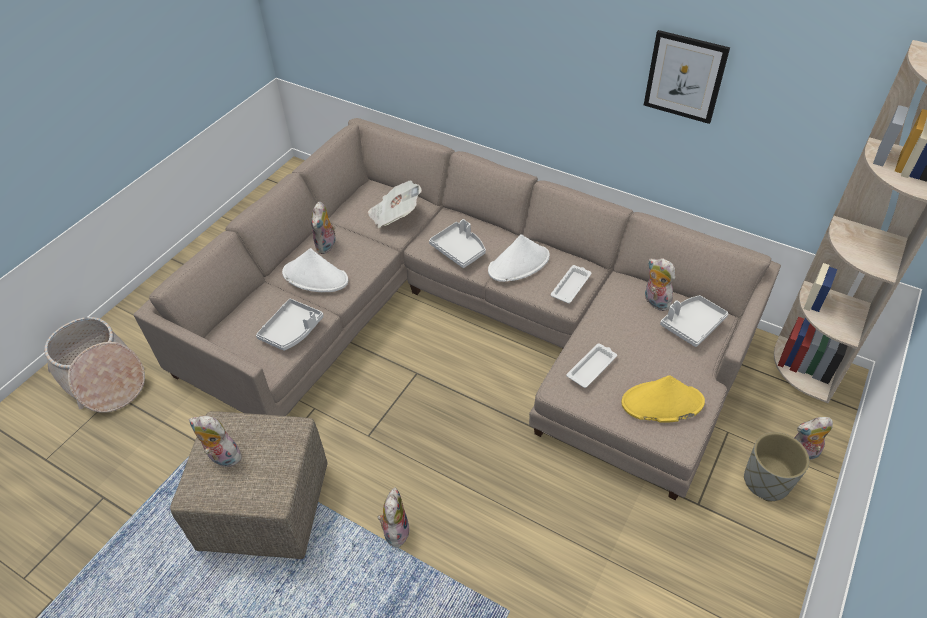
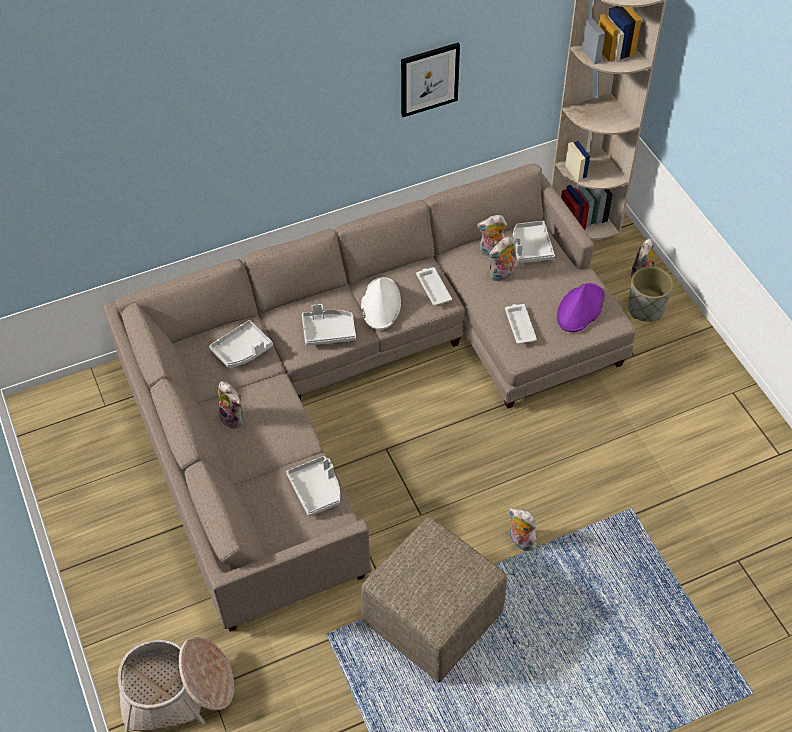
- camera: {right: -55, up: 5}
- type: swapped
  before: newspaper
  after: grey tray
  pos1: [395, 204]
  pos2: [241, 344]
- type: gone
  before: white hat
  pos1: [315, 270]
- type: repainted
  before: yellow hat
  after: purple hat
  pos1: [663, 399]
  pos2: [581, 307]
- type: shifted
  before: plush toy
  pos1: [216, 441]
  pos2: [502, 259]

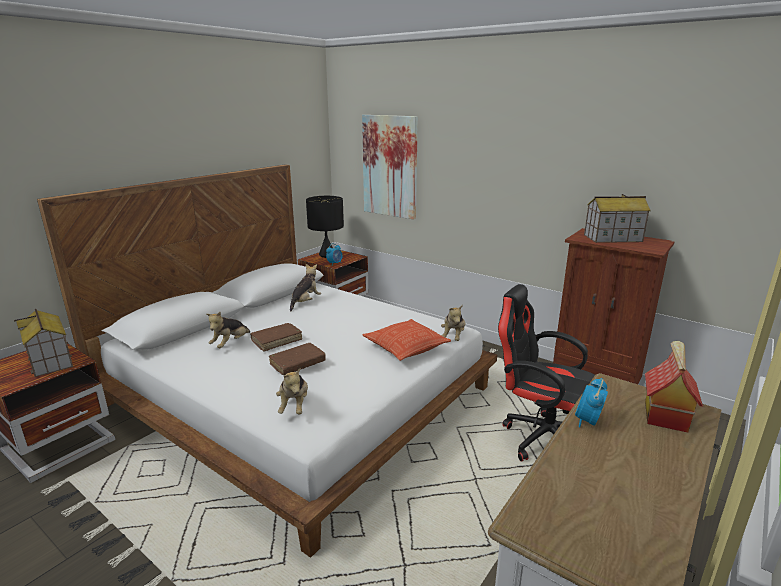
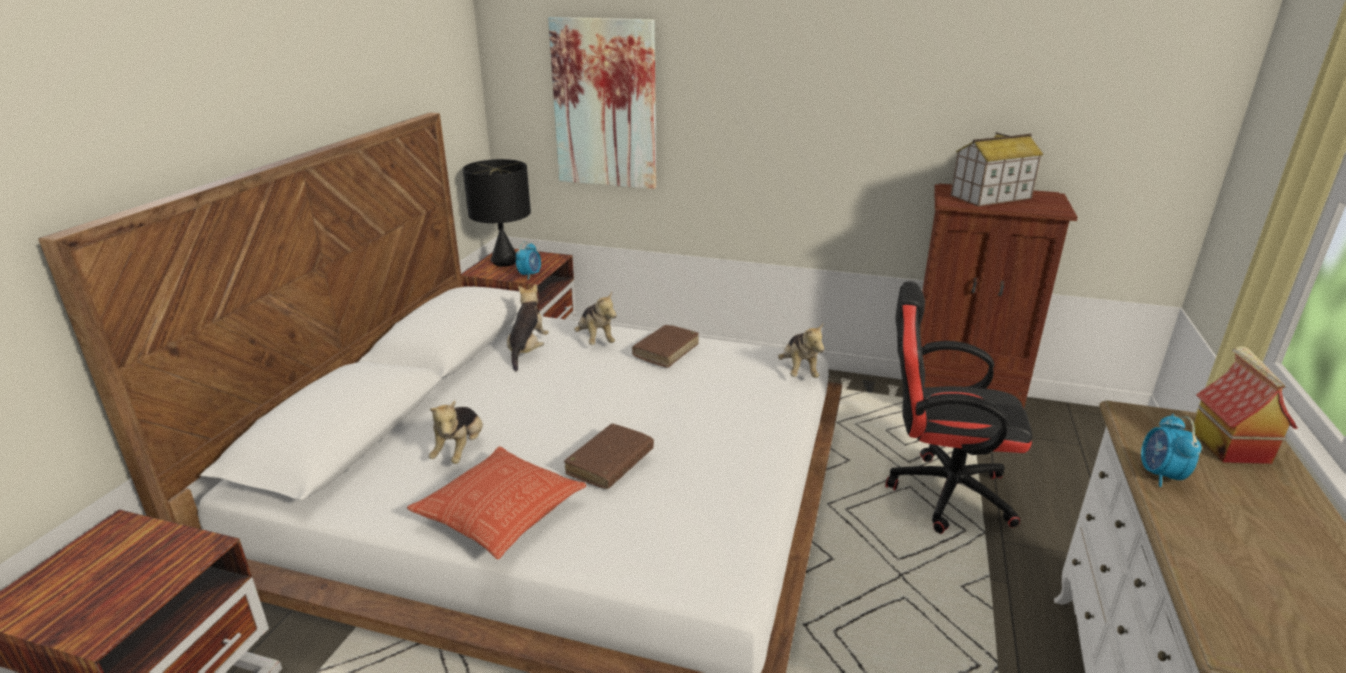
- camera: {right: -20, up: 5}
- type: gone
  before: toy house
  pos1: [43, 343]
- type: shifted
  before: orange pillow
  pos1: [406, 340]
  pos2: [496, 502]
- type: shifted
  before: brown book
  pos1: [276, 337]
  pos2: [665, 346]
- type: shifted
  before: plush toy
  pos1: [292, 391]
  pos2: [595, 318]

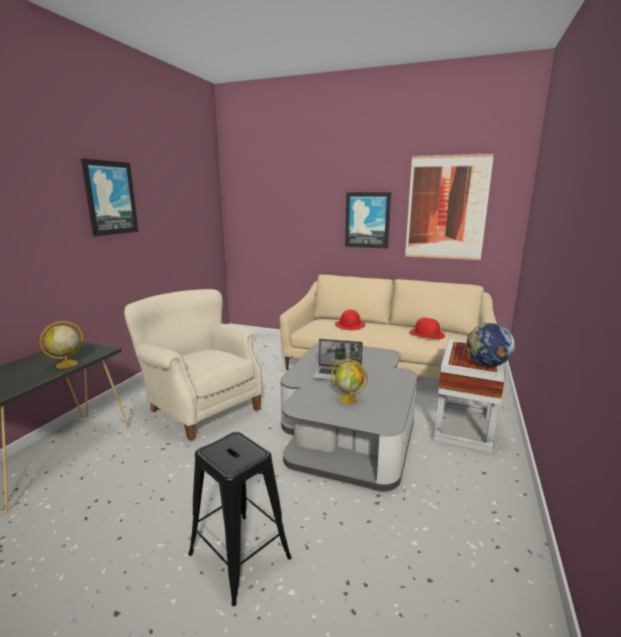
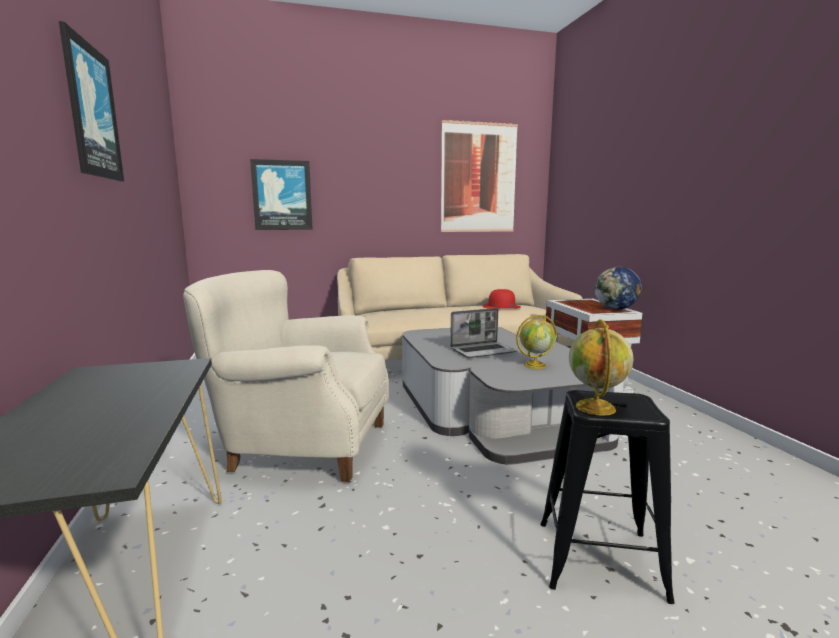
- camera: {right: -35, up: -5}
- type: shifted
  before: picture
  pos1: [368, 220]
  pos2: [281, 194]
- type: gone
  before: red hat
  pos1: [350, 320]
- type: shifted
  before: globe
  pos1: [61, 344]
  pos2: [601, 367]

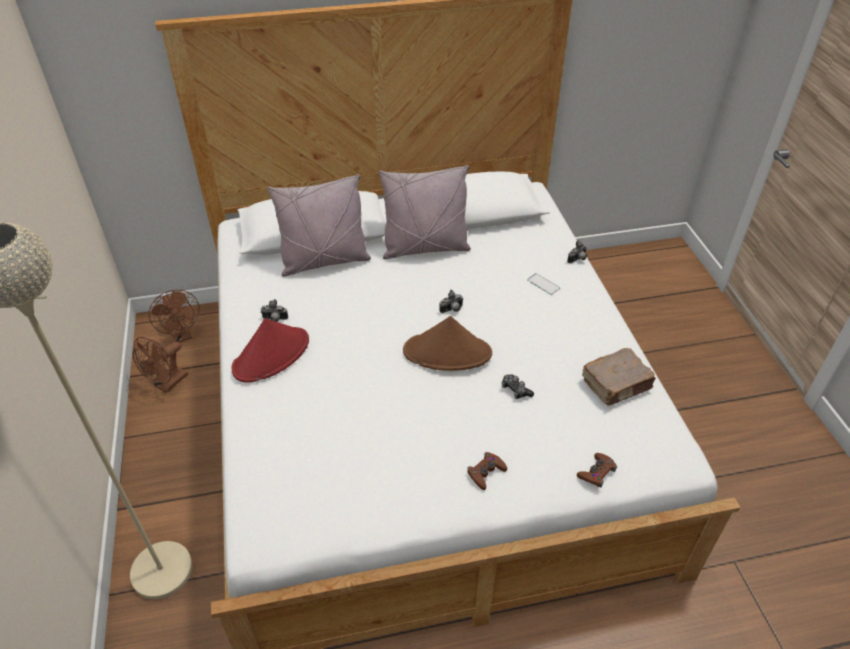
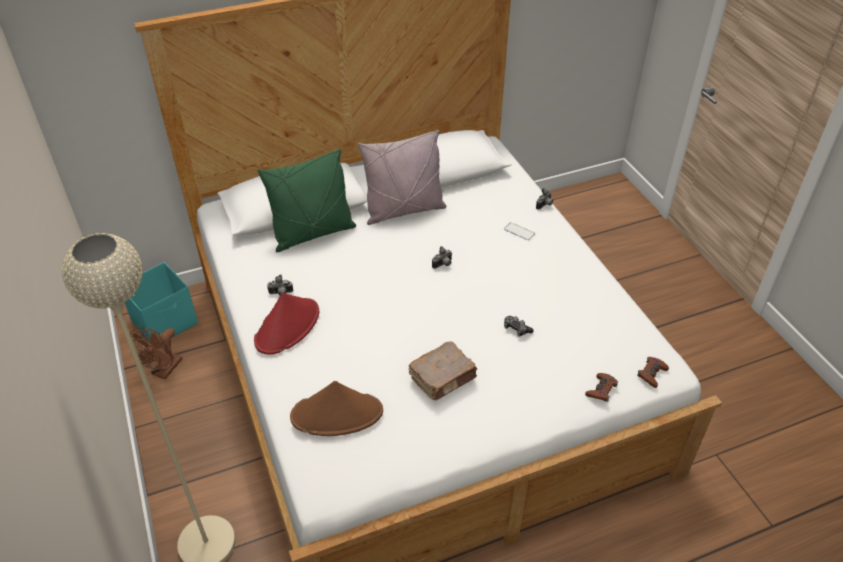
- camera: {right: -10, up: 0}
- type: repainted
  before: purple pillow
  after: green pillow
  pos1: [319, 225]
  pos2: [307, 200]
- type: swapped
  before: brown fan
  after: turquoise storage box
  pos1: [174, 316]
  pos2: [161, 302]
- type: shifted
  before: brown hat
  pos1: [447, 343]
  pos2: [336, 408]
- type: shifted
  before: brown book
  pos1: [618, 376]
  pos2: [443, 371]
- type: shifted
  before: brown game controller
  pos1: [487, 471]
  pos2: [653, 372]

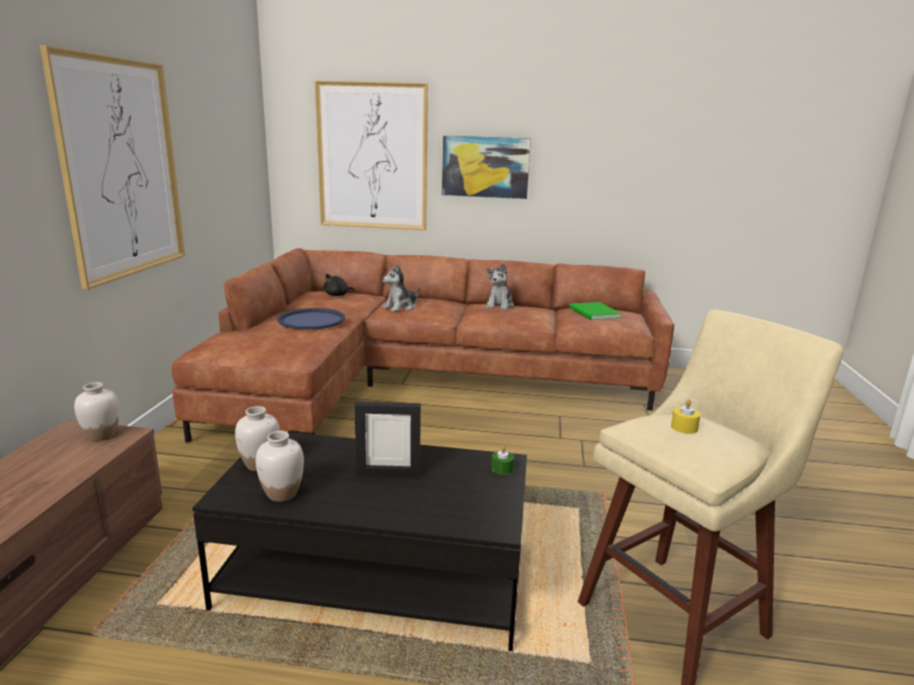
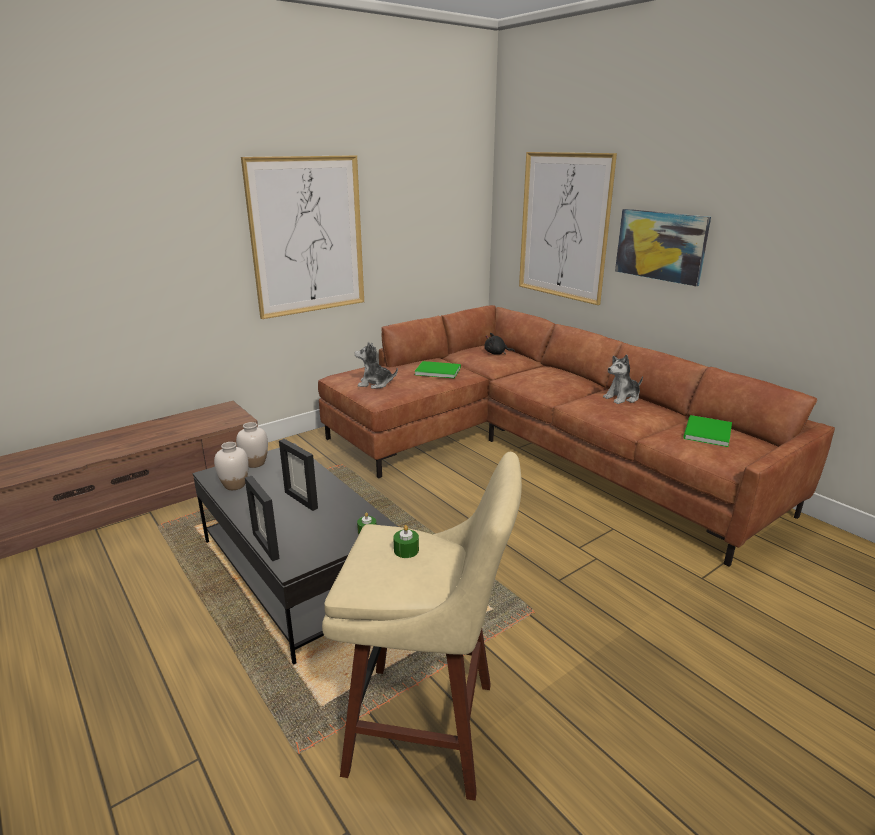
- camera: {right: 45, up: 5}
- type: shifted
  before: plush toy
  pos1: [401, 288]
  pos2: [376, 365]
- type: swapped
  before: blue tray
  after: green book
  pos1: [311, 319]
  pos2: [437, 369]
- type: gone
  before: white vase
  pos1: [96, 411]
- type: repainted
  before: yellow candle
  after: green candle
  pos1: [686, 416]
  pos2: [406, 541]
- type: new
  after: picture frame
  pos2: [262, 518]

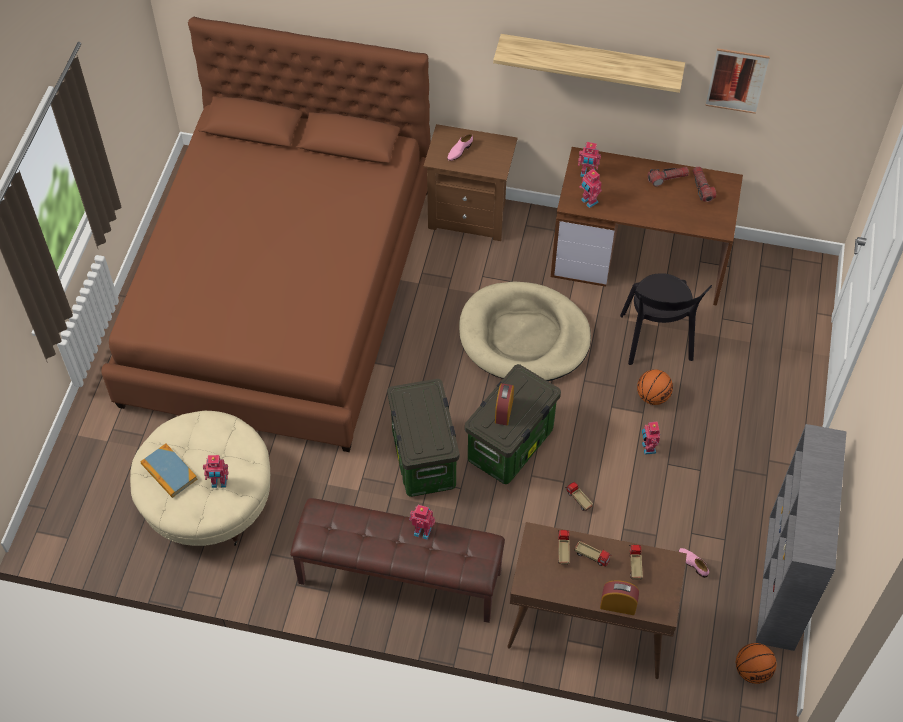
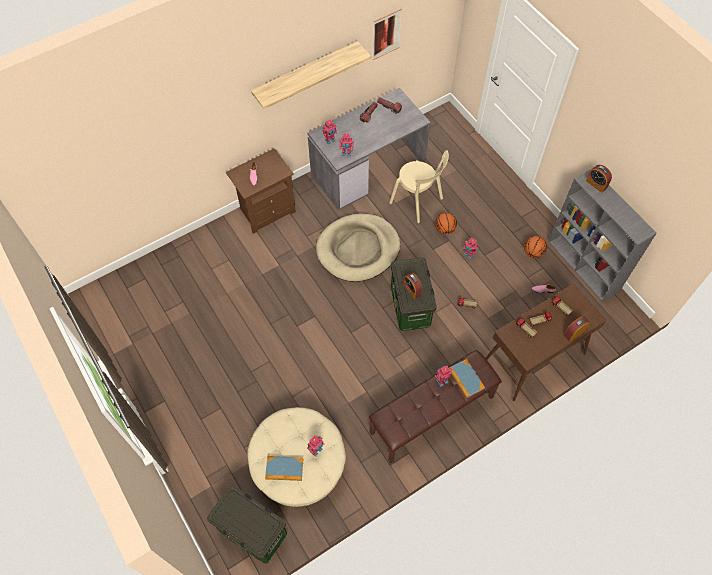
- camera: {right: -45, up: 5}
- type: gone
  before: brown bed
  pos1: [266, 234]
- type: repainted
  before: brown desk
  after: grey desk
  pos1: [647, 226]
  pos2: [369, 149]
- type: repainted
  before: black chair
  after: beige chair
  pos1: [666, 319]
  pos2: [419, 186]
- type: shifted
  before: storage box
  pos1: [423, 438]
  pos2: [247, 524]
- type: shifted
  before: basketball
  pos1: [756, 663]
  pos2: [535, 247]
- type: new
  after: alarm clock
  pos2: [599, 179]
- type: new
  after: book
  pos2: [467, 378]

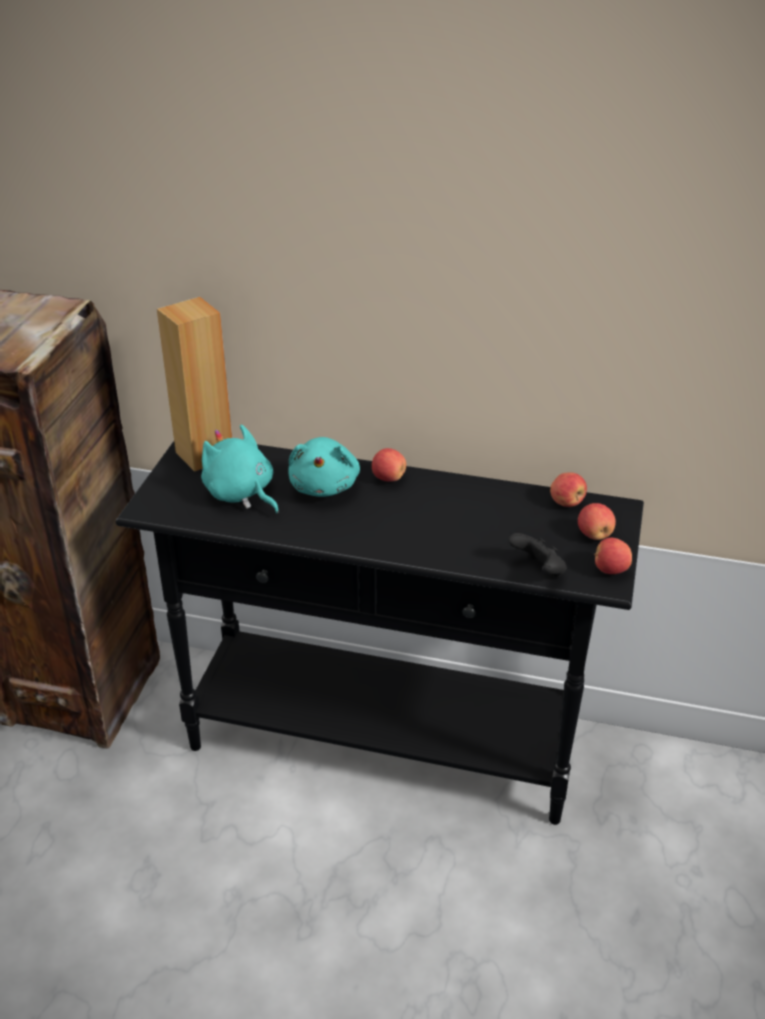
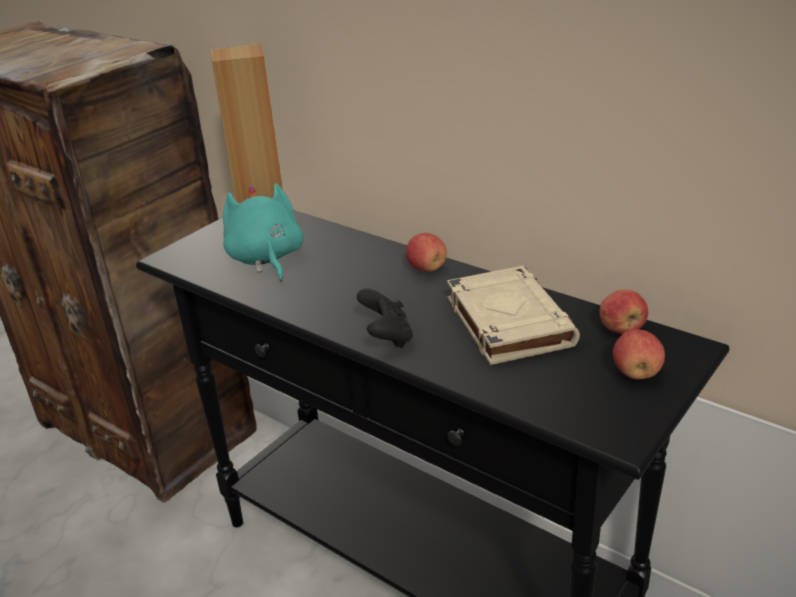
- camera: {right: 25, up: -5}
- type: gone
  before: turquoise plush toy
  pos1: [324, 467]
- type: shifted
  before: black game controller
  pos1: [537, 555]
  pos2: [385, 318]
- type: gone
  before: apple
  pos1: [613, 556]
- type: new
  after: beige book
  pos2: [513, 315]

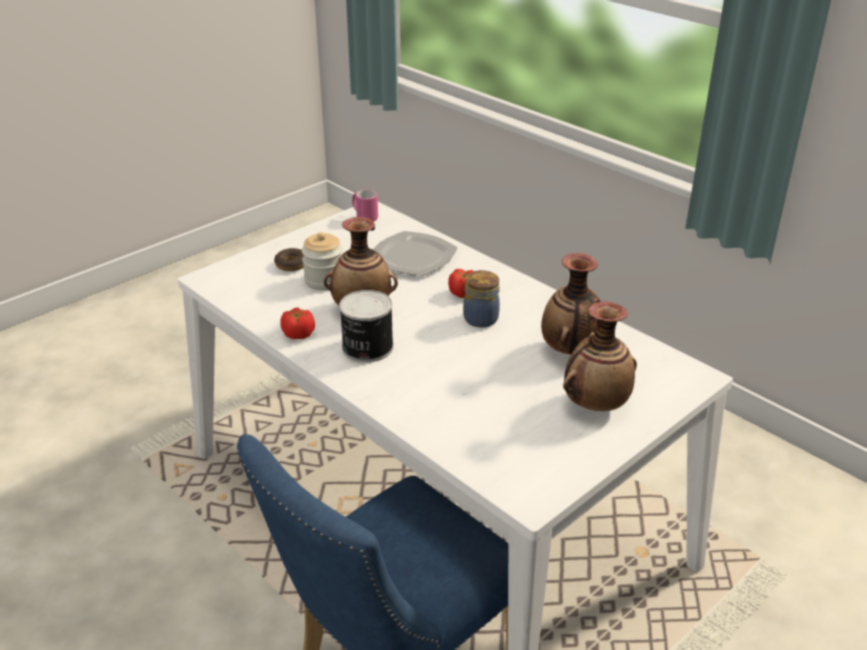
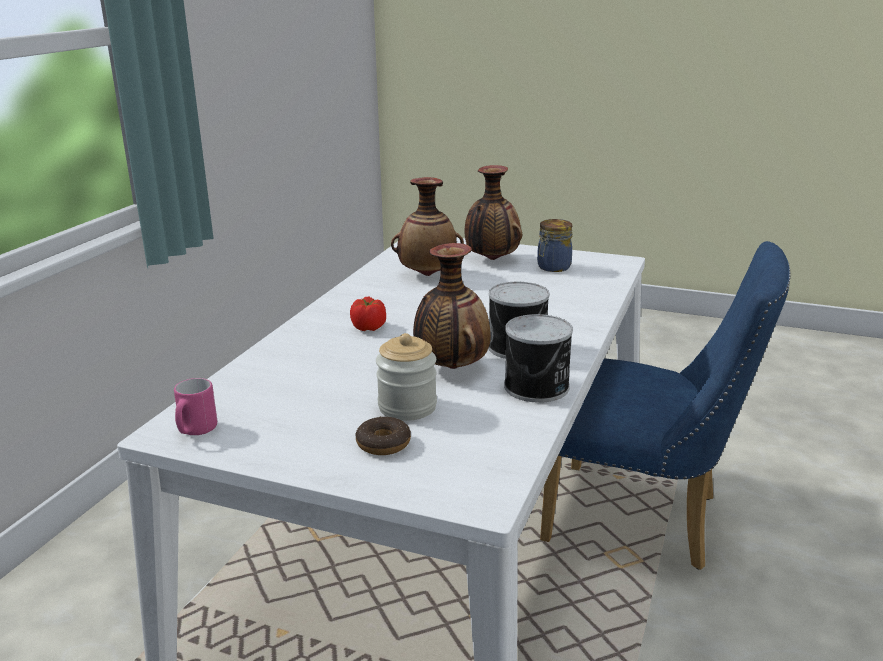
- camera: {right: -115, up: -10}
- type: gone
  before: plate
  pos1: [415, 253]
- type: shifted
  before: jar
  pos1: [481, 299]
  pos2: [554, 245]
- type: swapped
  before: tomato
  after: can
  pos1: [297, 323]
  pos2: [538, 358]

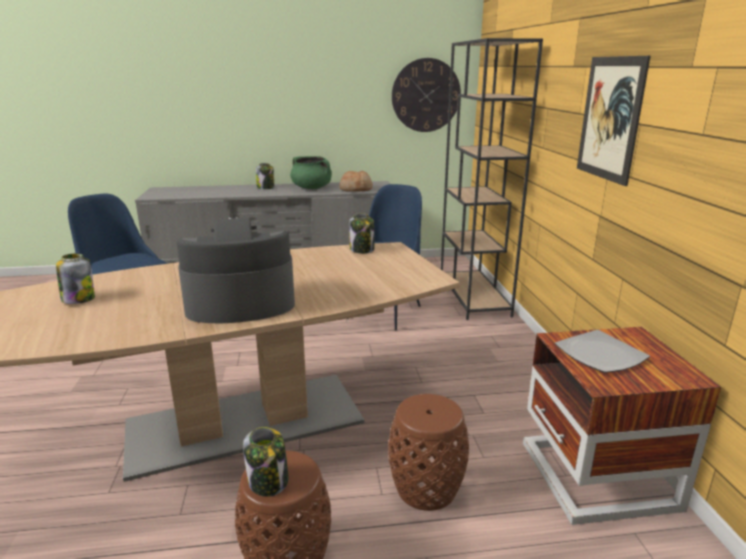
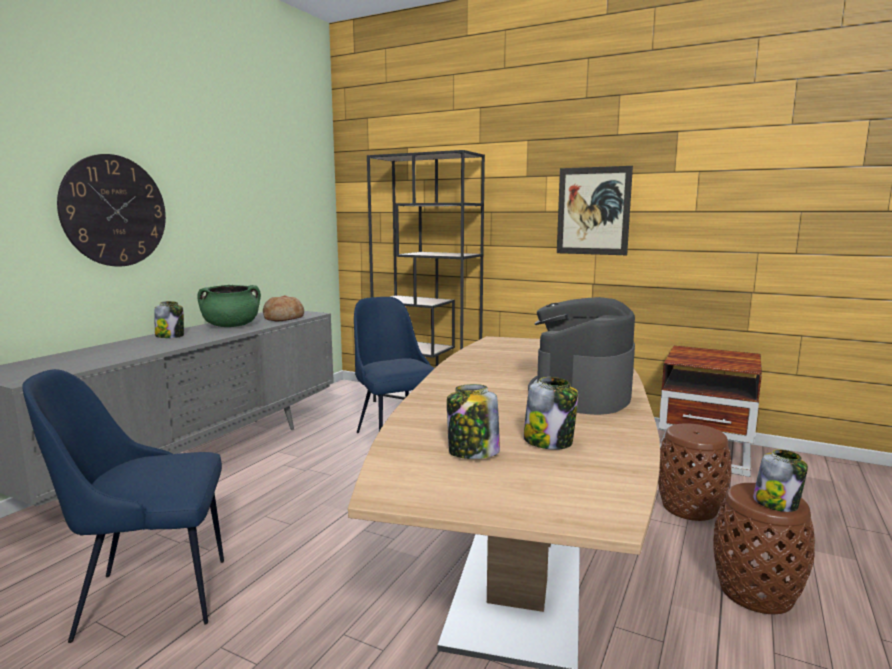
- camera: {right: -55, up: -10}
- type: shifted
  before: wall clock
  pos1: [426, 95]
  pos2: [111, 210]
- type: shifted
  before: jar
  pos1: [362, 233]
  pos2: [550, 413]
- type: gone
  before: plate
  pos1: [602, 351]

